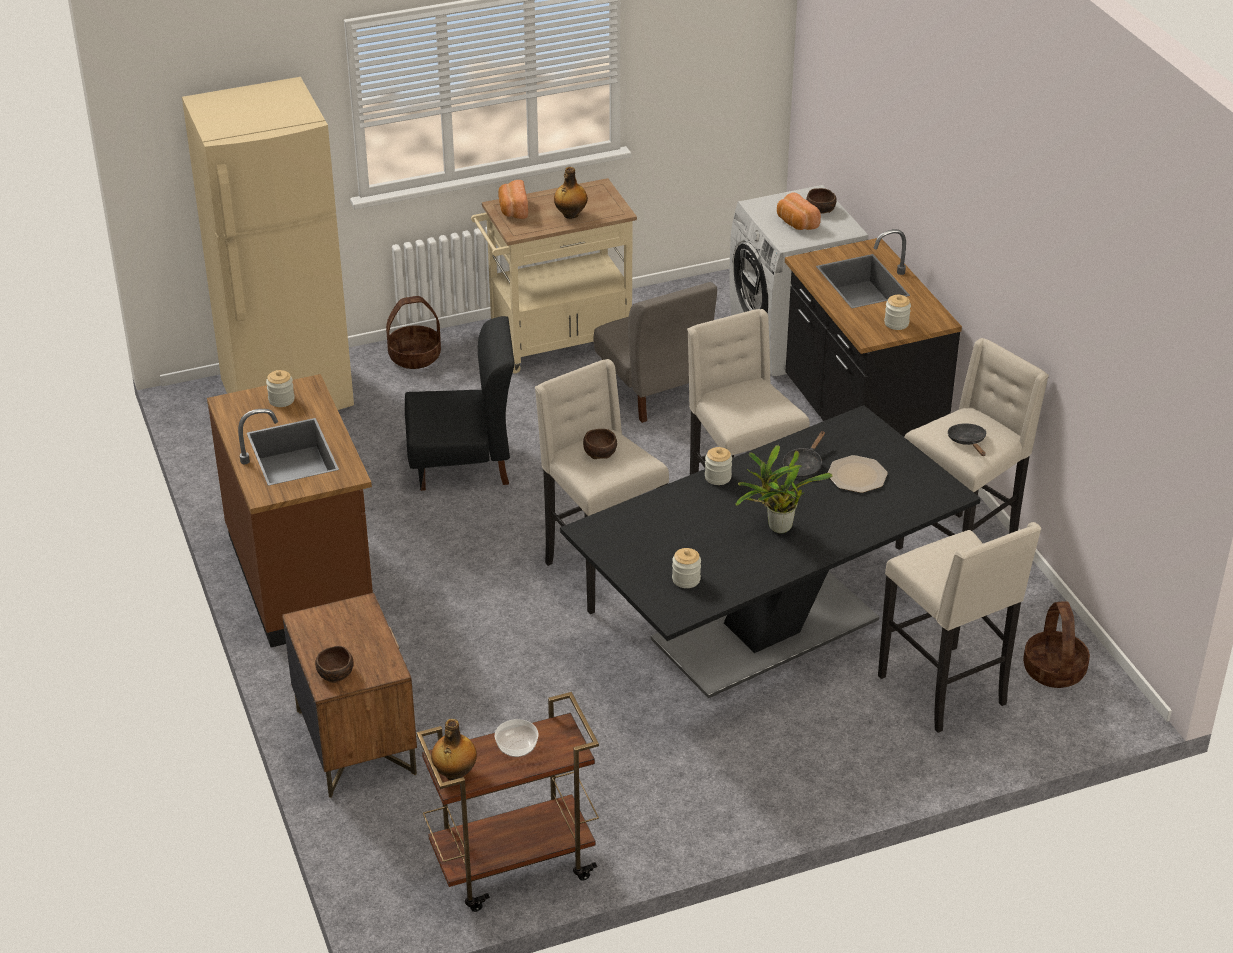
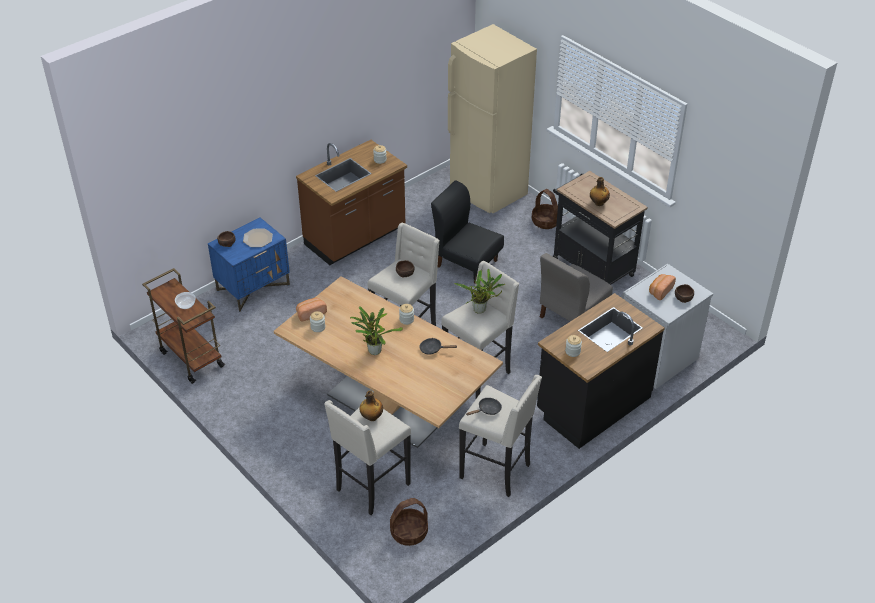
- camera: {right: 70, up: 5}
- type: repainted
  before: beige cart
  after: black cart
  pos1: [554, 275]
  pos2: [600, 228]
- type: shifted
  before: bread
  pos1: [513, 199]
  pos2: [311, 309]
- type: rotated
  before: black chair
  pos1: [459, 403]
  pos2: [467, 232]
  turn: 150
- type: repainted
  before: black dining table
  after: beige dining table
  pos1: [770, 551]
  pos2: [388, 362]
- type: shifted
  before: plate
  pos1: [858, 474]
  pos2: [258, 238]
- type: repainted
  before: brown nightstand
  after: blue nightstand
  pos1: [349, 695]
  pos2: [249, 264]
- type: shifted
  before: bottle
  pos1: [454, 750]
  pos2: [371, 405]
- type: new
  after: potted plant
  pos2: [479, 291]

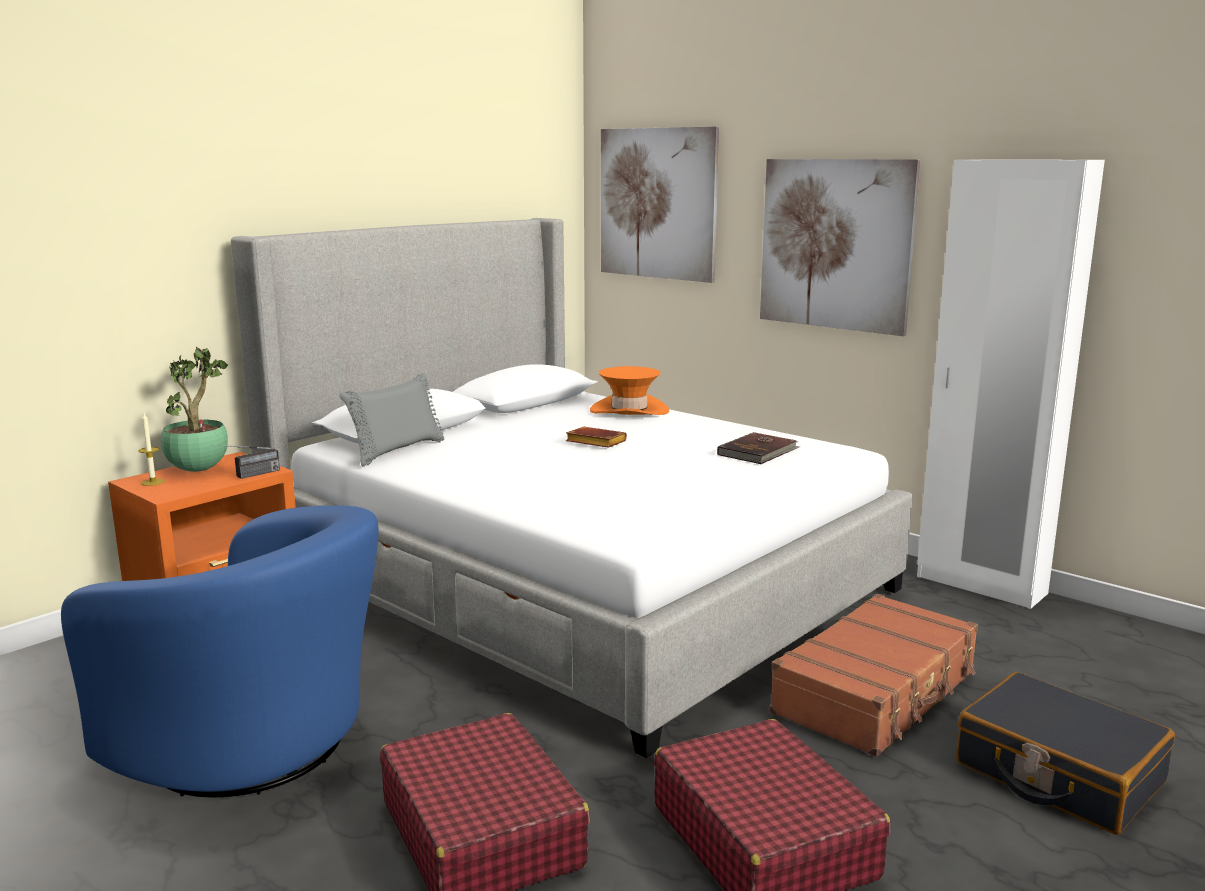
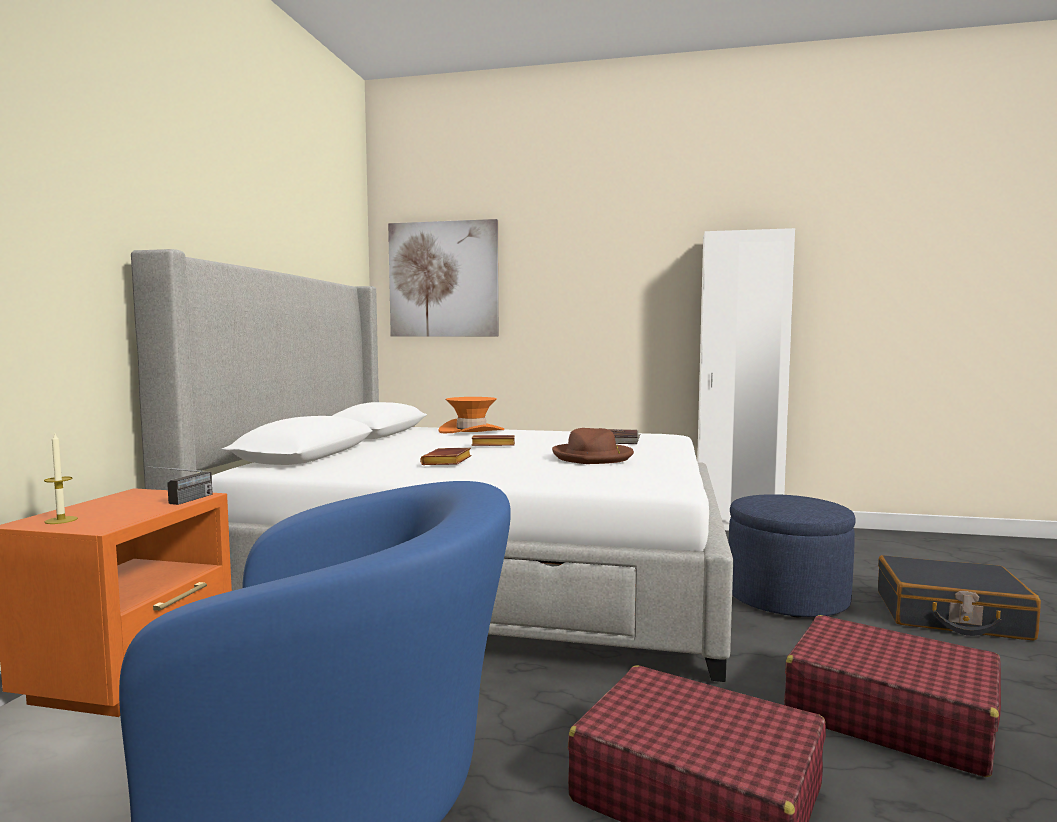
- camera: {right: -30, up: -10}
- type: gone
  before: picture
  pos1: [840, 247]
- type: gone
  before: potted plant
  pos1: [194, 409]
- type: gone
  before: grey pillow
  pos1: [391, 419]
- type: swapped
  before: brown suitcase
  after: blue ottoman
  pos1: [873, 675]
  pos2: [792, 555]
- type: new
  after: brown hat
  pos2: [593, 446]
- type: new
  after: brown book
  pos2: [446, 456]

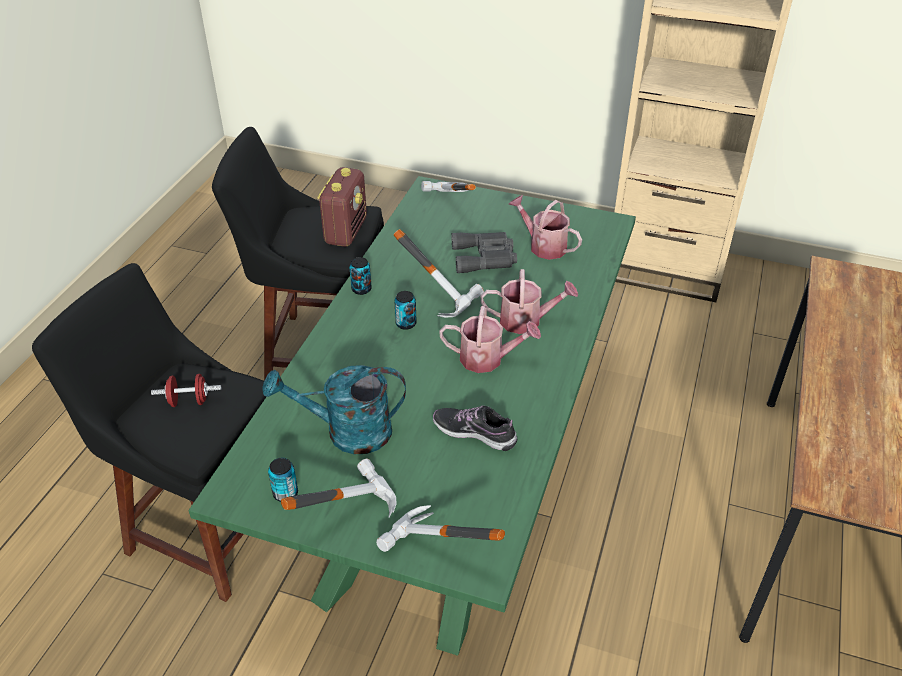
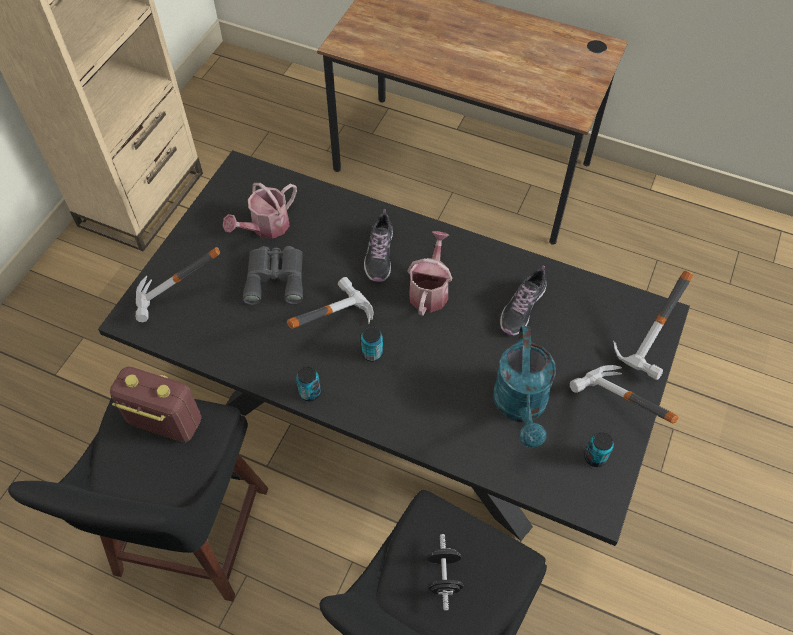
- camera: {right: -85, up: 15}
- type: repainted
  before: green dining table
  after: black dining table
  pos1: [412, 416]
  pos2: [394, 348]
- type: swapped
  before: watering can
  after: shoe
  pos1: [529, 301]
  pos2: [378, 245]
- type: repainted
  before: red dumbbell
  after: black dumbbell
  pos1: [186, 390]
  pos2: [445, 572]

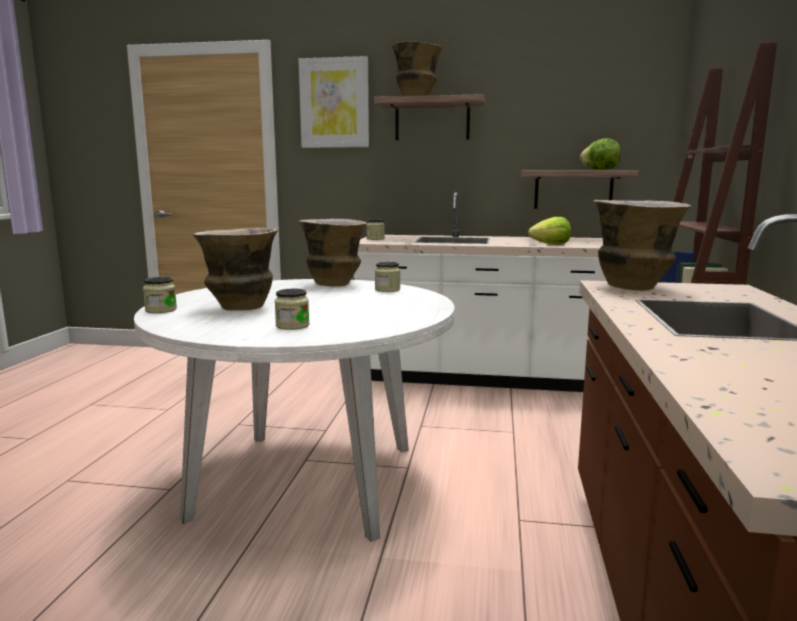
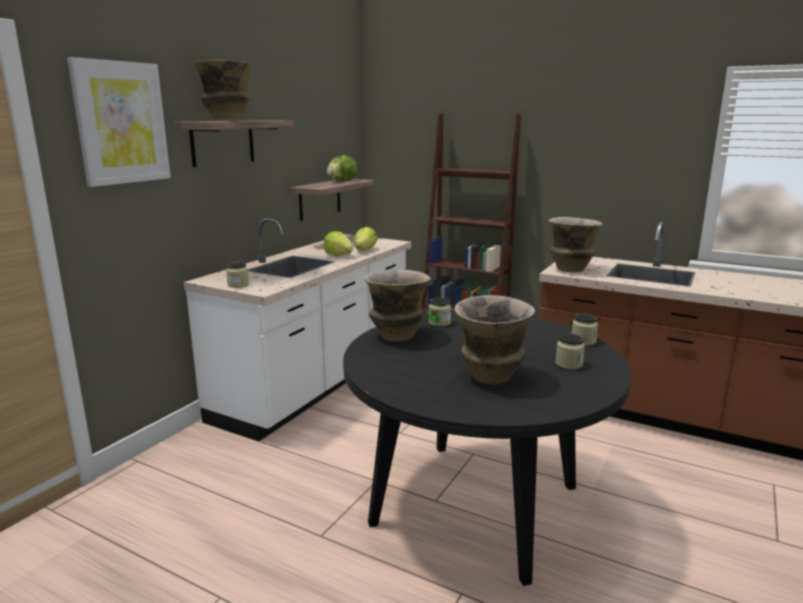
- camera: {right: -70, up: 5}
- type: shifted
  before: jar
  pos1: [160, 295]
  pos2: [585, 330]
- type: repainted
  before: white dining table
  after: black dining table
  pos1: [294, 410]
  pos2: [487, 449]
- type: new
  after: lettuce
  pos2: [338, 243]

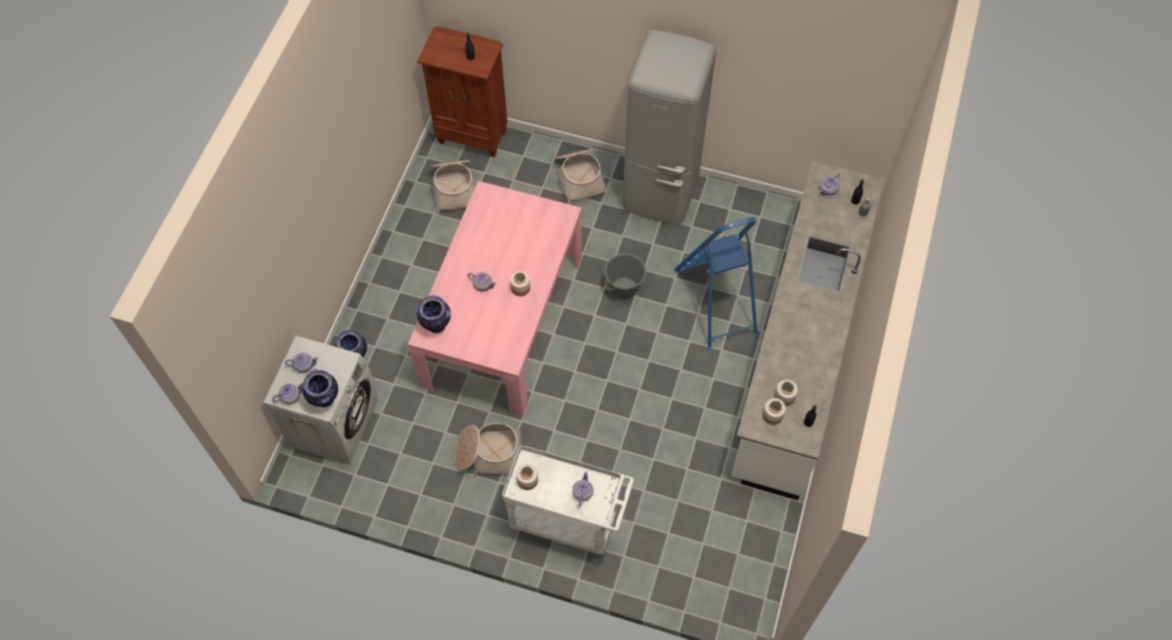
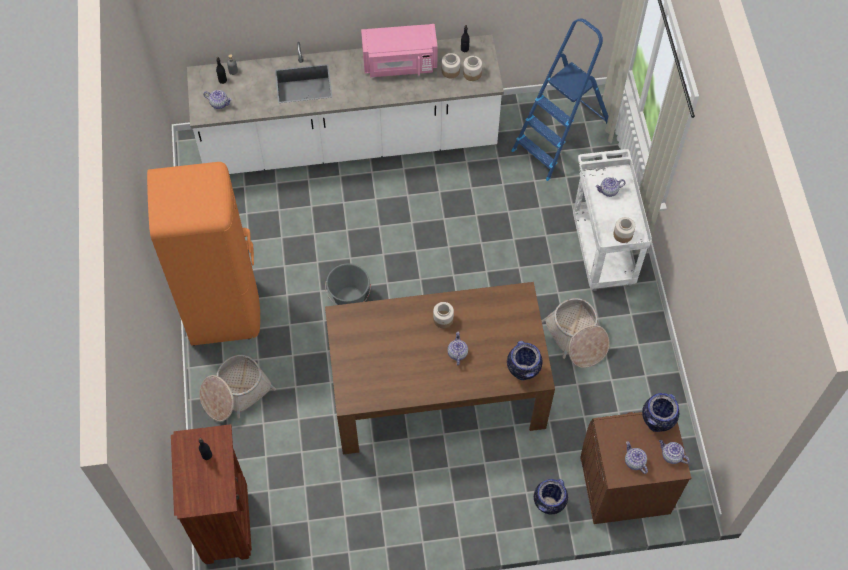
- camera: {right: -115, up: 0}
- type: repainted
  before: grey fridge
  after: orange fridge
  pos1: [669, 127]
  pos2: [203, 254]
- type: gone
  before: basket
  pos1: [453, 187]
- type: repainted
  before: pink dining table
  after: brown dining table
  pos1: [495, 299]
  pos2: [440, 368]
- type: shifted
  before: blue step ladder
  pos1: [716, 283]
  pos2: [560, 99]
- type: repainted
  before: white washing machine
  after: brown washing machine
  pos1: [321, 400]
  pos2: [635, 468]
- type: new
  after: pink microwave
  pos2: [399, 50]

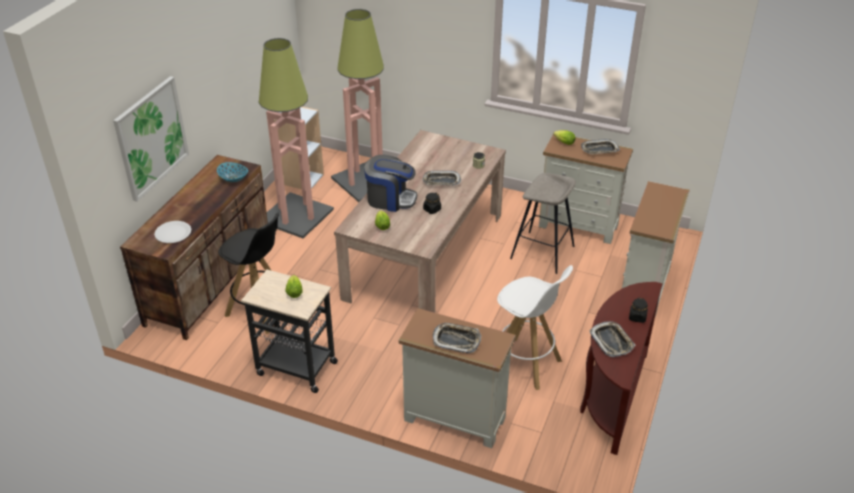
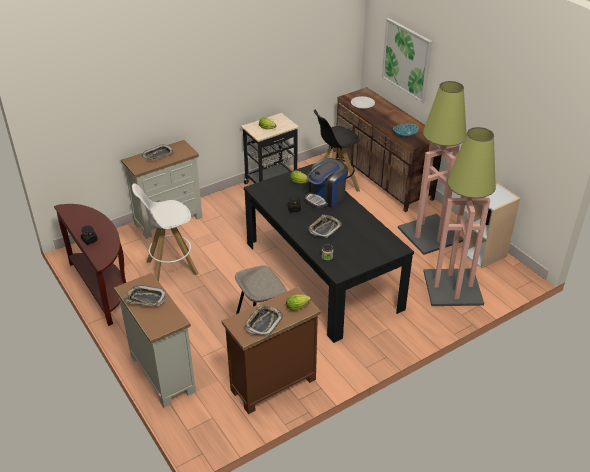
- camera: {right: 125, up: 0}
- type: repainted
  before: beige dining table
  after: black dining table
  pos1: [420, 221]
  pos2: [329, 253]
- type: repainted
  before: white dresser
  after: brown dresser
  pos1: [586, 189]
  pos2: [271, 350]
- type: shifted
  before: tray
  pos1: [612, 339]
  pos2: [145, 296]

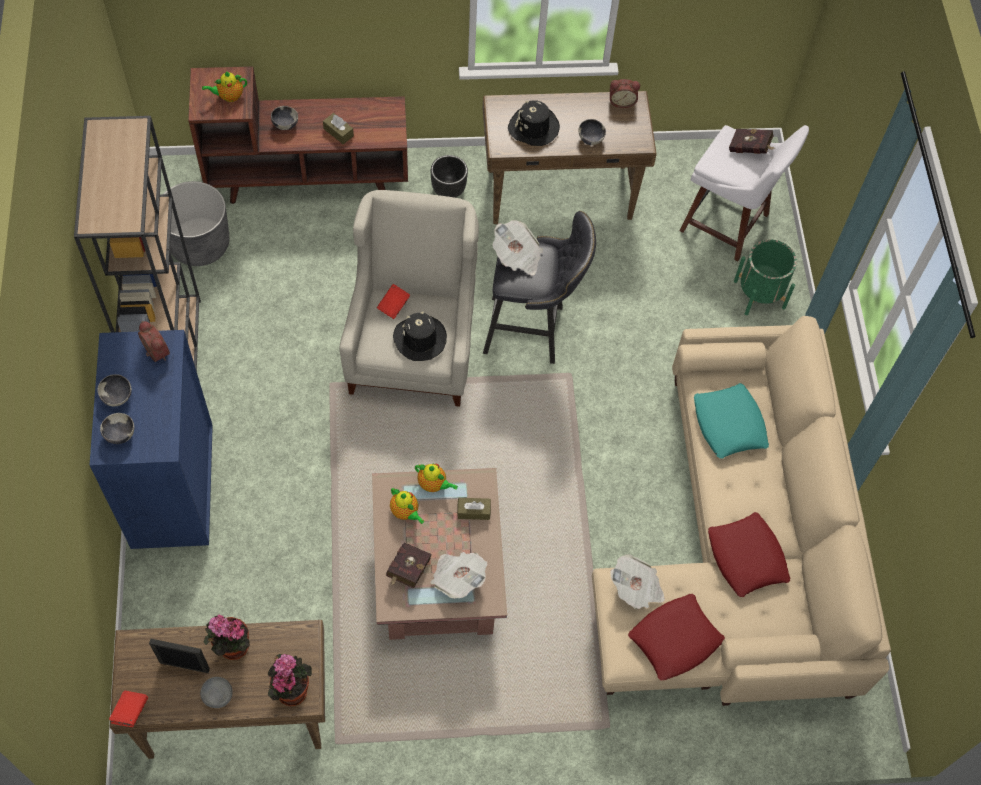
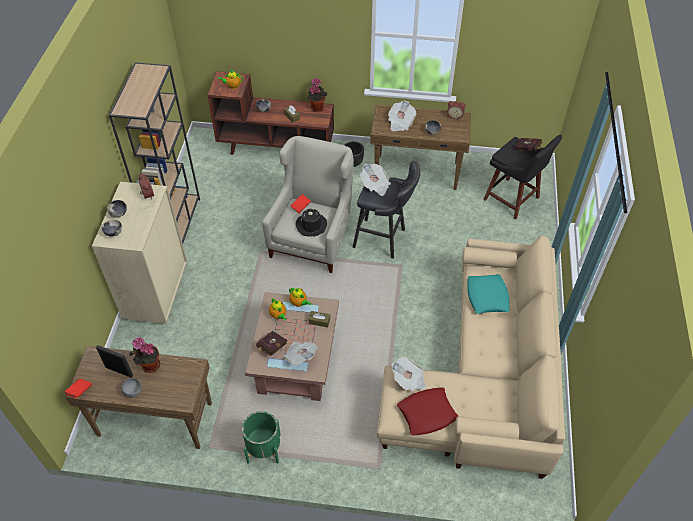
- camera: {right: 15, up: -10}
- type: swapped
  before: black hat
  after: newspaper
  pos1: [534, 123]
  pos2: [402, 116]
- type: repainted
  before: white stool
  after: black stool
  pos1: [744, 193]
  pos2: [522, 177]
- type: gone
  before: grey planter
  pos1: [197, 223]
- type: shifted
  before: green planter
  pos1: [765, 277]
  pos2: [261, 437]
- type: repainted
  before: blue cabinet
  after: beige cabinet
  pos1: [151, 439]
  pos2: [139, 253]
- type: gone
  before: red pillow
  pos1: [749, 554]
- type: shifted
  before: potted plant
  pos1: [290, 680]
  pos2: [317, 95]

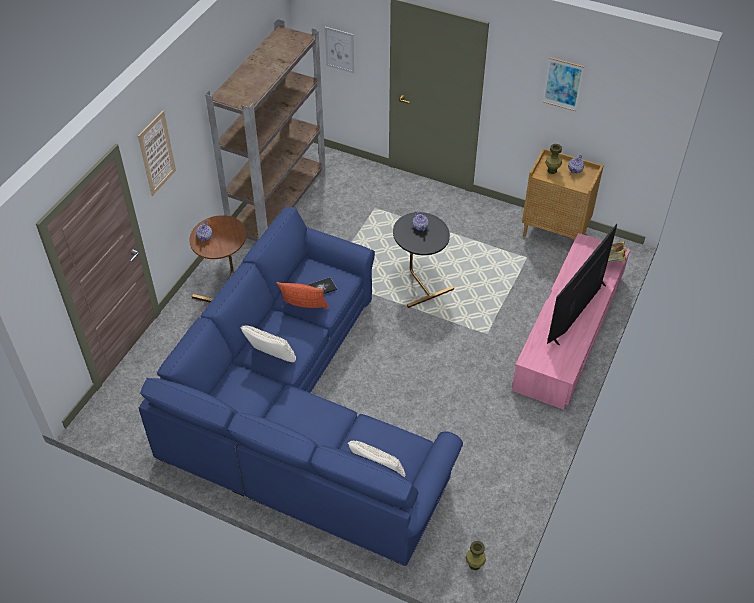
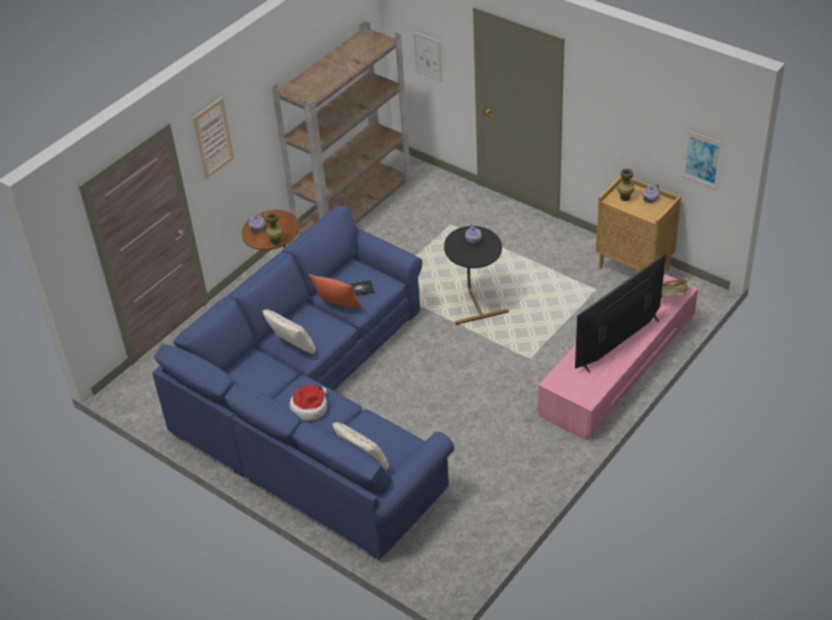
- camera: {right: 15, up: -5}
- type: shifted
  before: picture
  pos1: [563, 84]
  pos2: [702, 160]
- type: shifted
  before: green vase
  pos1: [476, 555]
  pos2: [274, 229]
- type: new
  after: hat
  pos2: [308, 403]

